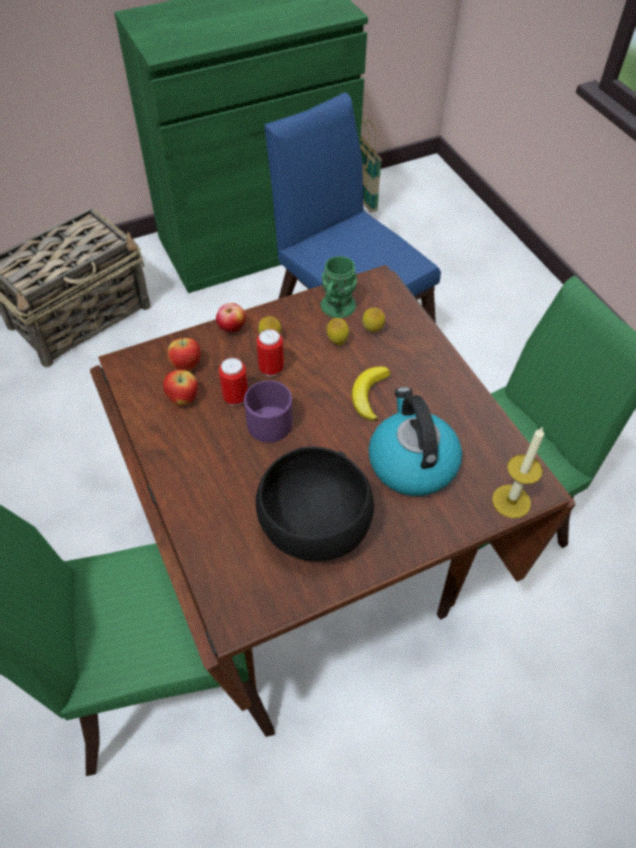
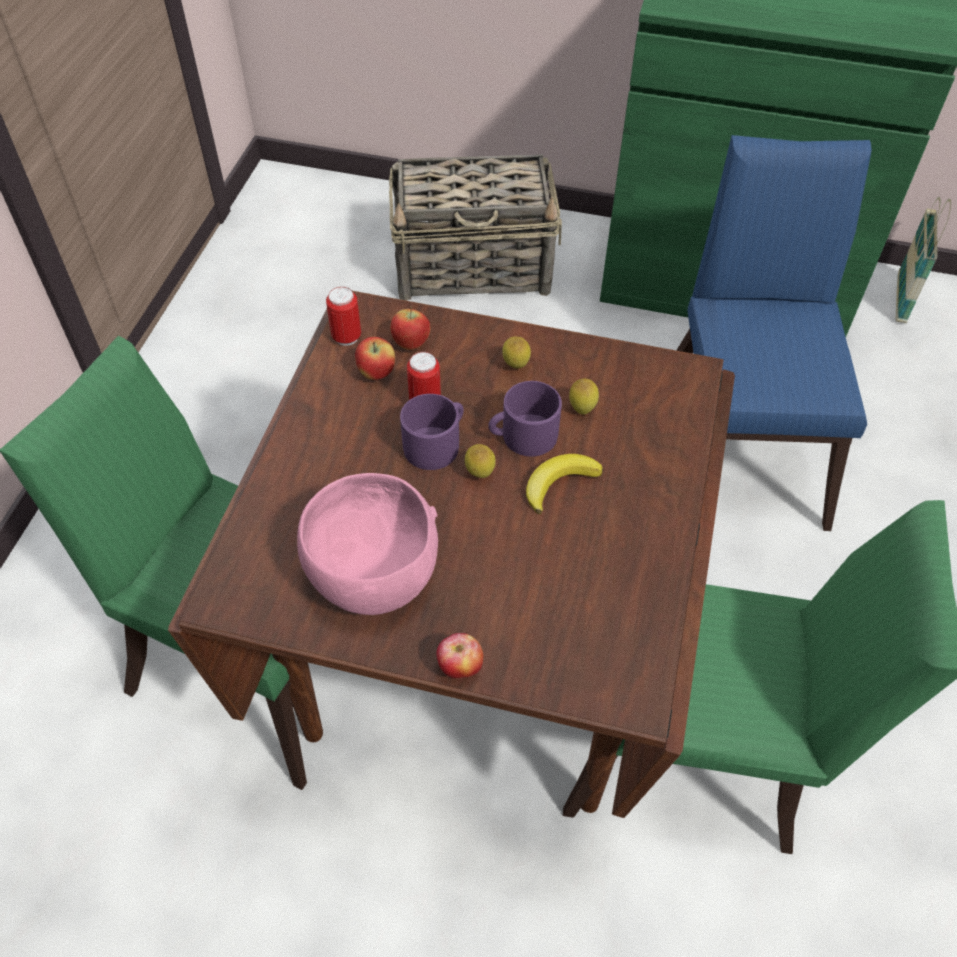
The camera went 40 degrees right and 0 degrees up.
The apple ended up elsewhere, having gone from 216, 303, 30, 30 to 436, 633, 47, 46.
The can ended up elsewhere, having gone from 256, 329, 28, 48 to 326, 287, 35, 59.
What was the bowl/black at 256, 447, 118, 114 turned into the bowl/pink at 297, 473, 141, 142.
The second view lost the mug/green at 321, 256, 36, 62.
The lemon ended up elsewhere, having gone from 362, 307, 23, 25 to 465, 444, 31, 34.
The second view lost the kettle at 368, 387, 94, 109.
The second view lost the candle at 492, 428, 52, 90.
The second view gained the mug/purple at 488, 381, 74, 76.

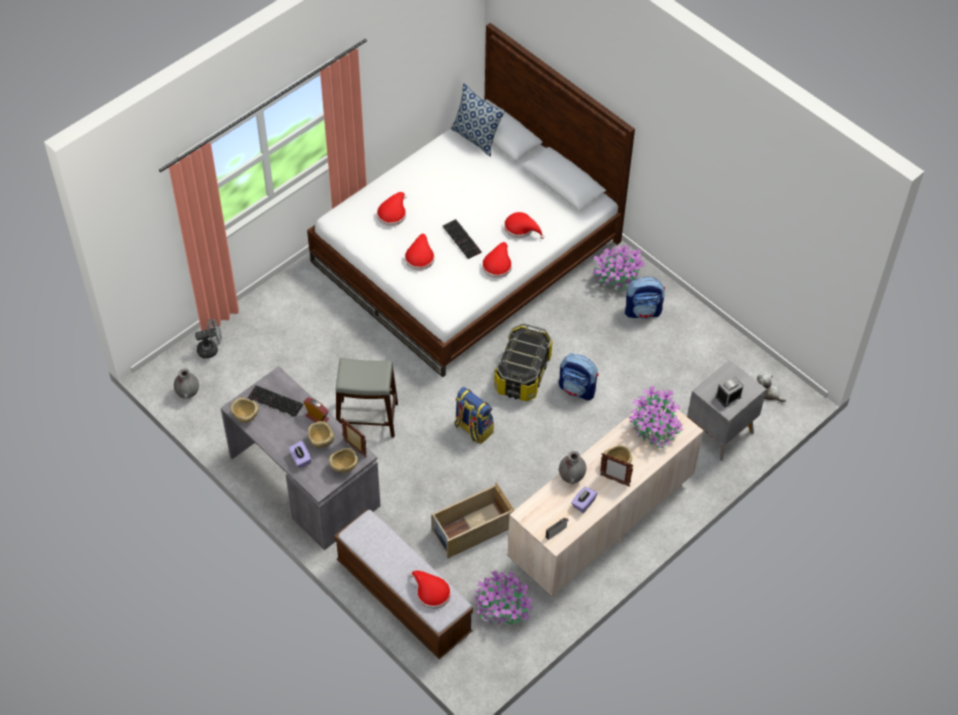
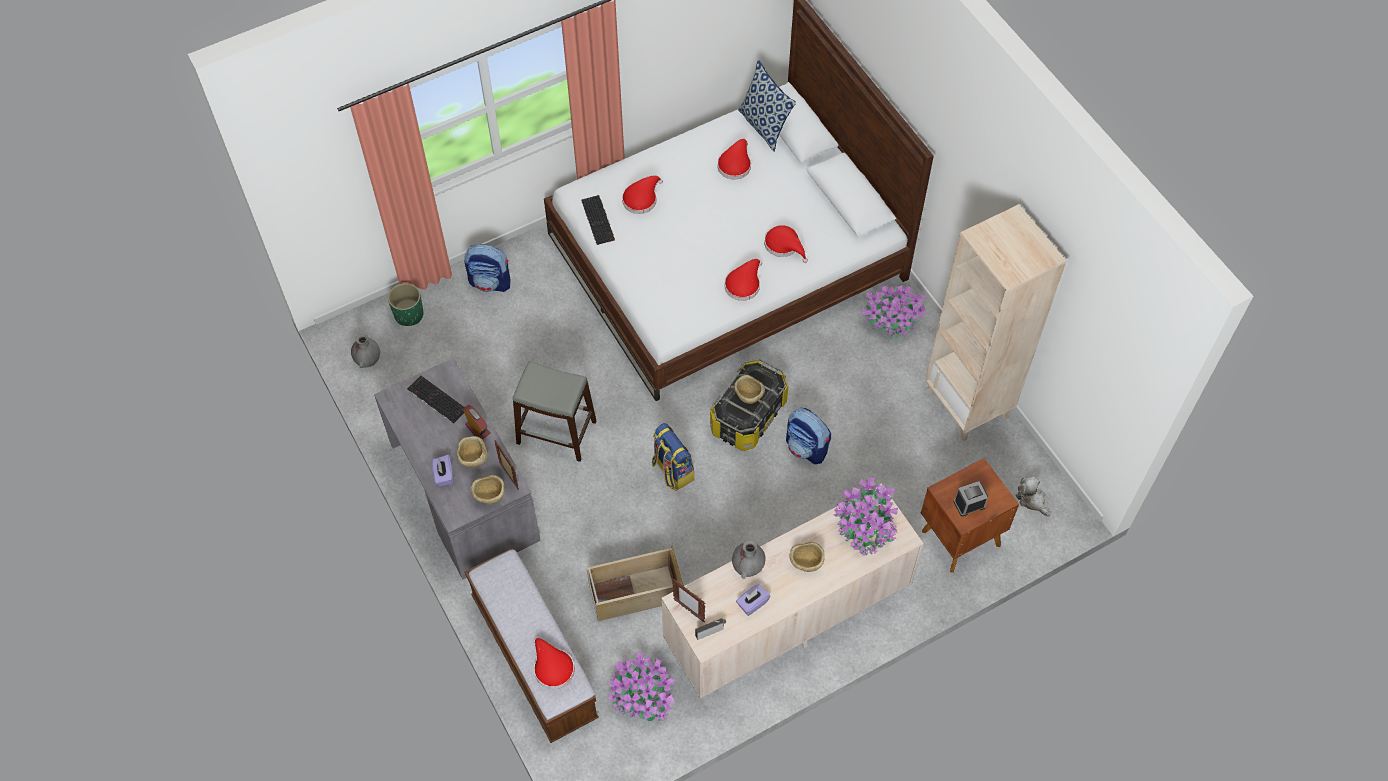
The camera went 15 degrees right and 5 degrees up.
Where the fan/grey stood at 195, 319, 27, 40, the planter/green came to stand at 388, 283, 36, 43.
The bowl/beige ended up elsewhere, having gone from 231, 398, 28, 24 to 734, 375, 31, 29.
The hat/red ended up elsewhere, having gone from 405, 234, 29, 36 to 717, 139, 34, 41.
The keyboard ended up elsewhere, having gone from 442, 219, 40, 40 to 581, 195, 34, 50.
The picture frame ended up elsewhere, having gone from 600, 453, 34, 33 to 672, 579, 33, 43.
The backpack ended up elsewhere, having gone from 625, 277, 40, 42 to 464, 244, 46, 48.
What was the nightstand/grey at 687, 360, 80, 101 turned into the nightstand/brown at 921, 458, 98, 115.
The second view gained the bookcase/beige at 925, 204, 141, 237.

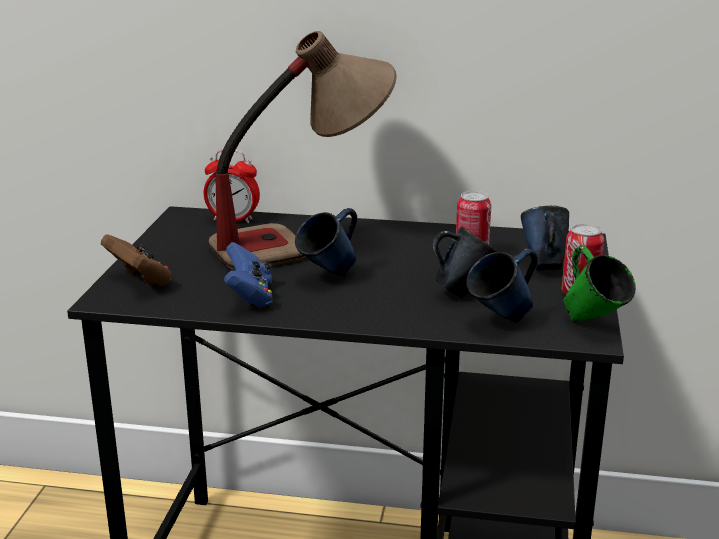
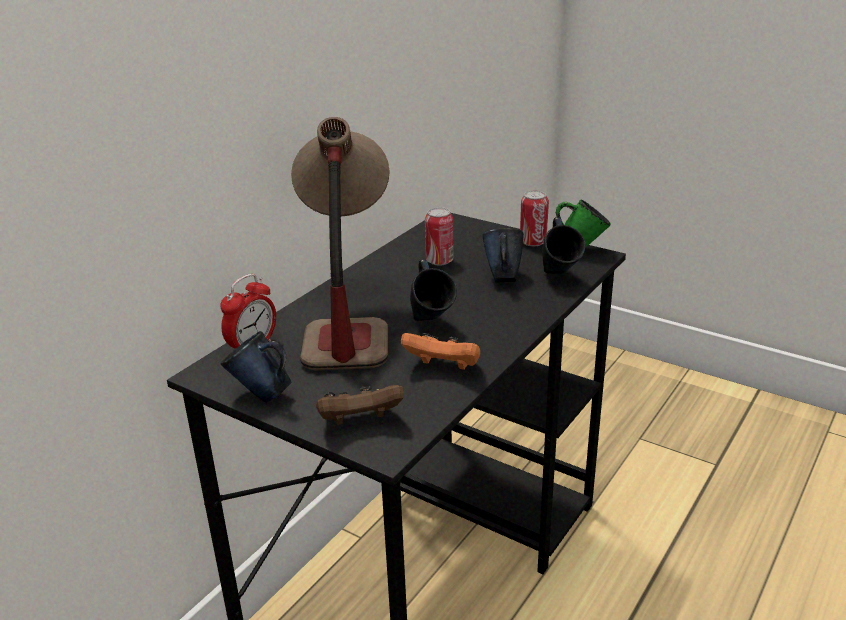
The camera went 65 degrees left and 5 degrees up.
What was the game controller/blue at 224, 242, 49, 65 turned into the game controller/orange at 401, 333, 79, 37.
The mug/blue ended up elsewhere, having gone from 521, 206, 48, 64 to 221, 331, 71, 72.

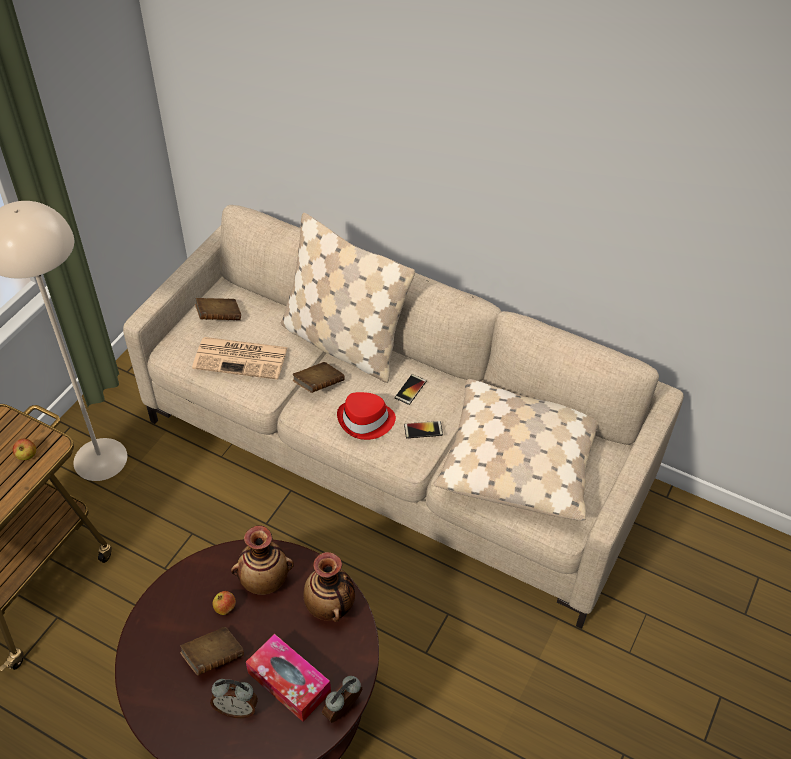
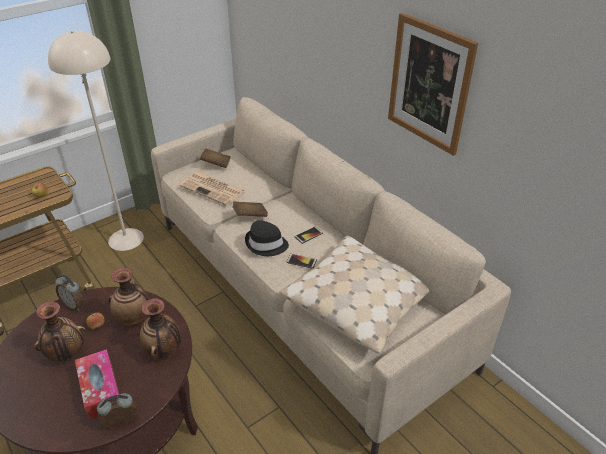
The camera went 25 degrees right and 10 degrees down.
Where the book/brown stood at 180, 627, 64, 48, the vase came to stand at 34, 301, 52, 61.
The alarm clock ended up elsewhere, having gone from 210, 679, 48, 39 to 55, 275, 29, 36.
The second view lost the pillow/beige at 281, 213, 134, 170.
What was the hat/red at 337, 392, 59, 48 turned into the hat/black at 245, 220, 44, 36.
The second view gained the picture at 388, 13, 90, 143.

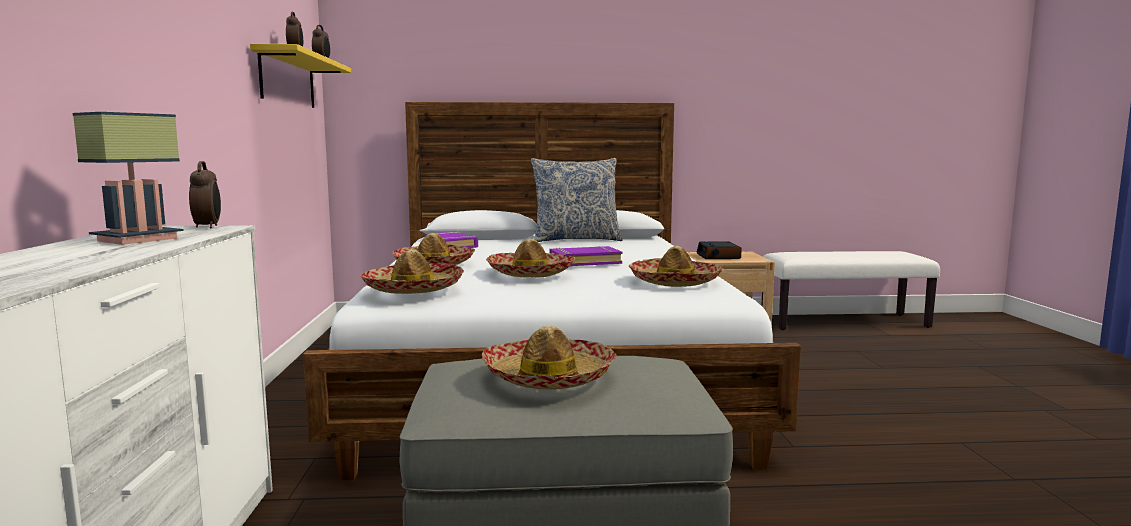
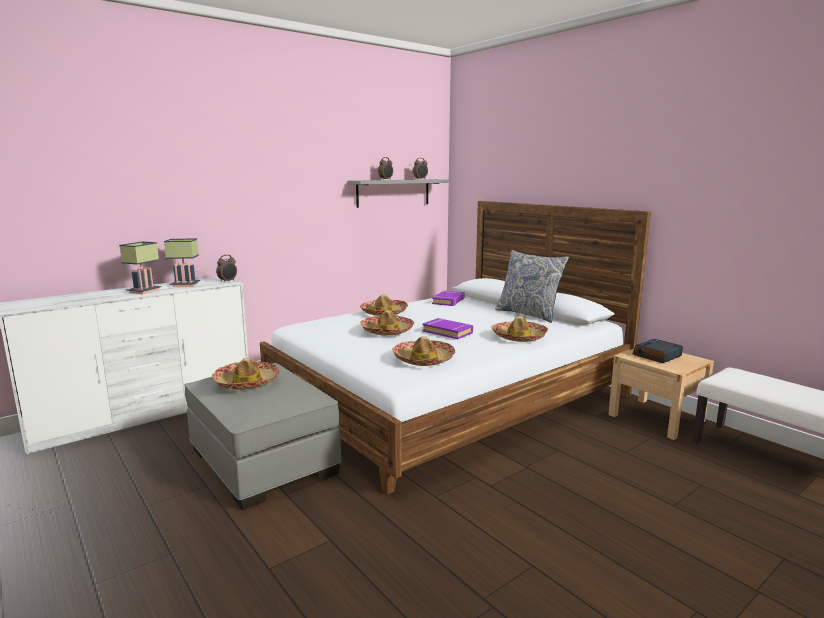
The camera went 55 degrees right and 5 degrees up.
What was the shelf/yellow at 250, 44, 101, 64 turned into the shelf/grey at 347, 179, 102, 29.
The hat ended up elsewhere, having gone from 360, 250, 104, 44 to 491, 316, 57, 26.
The second view gained the table lamp at 119, 242, 43, 52.

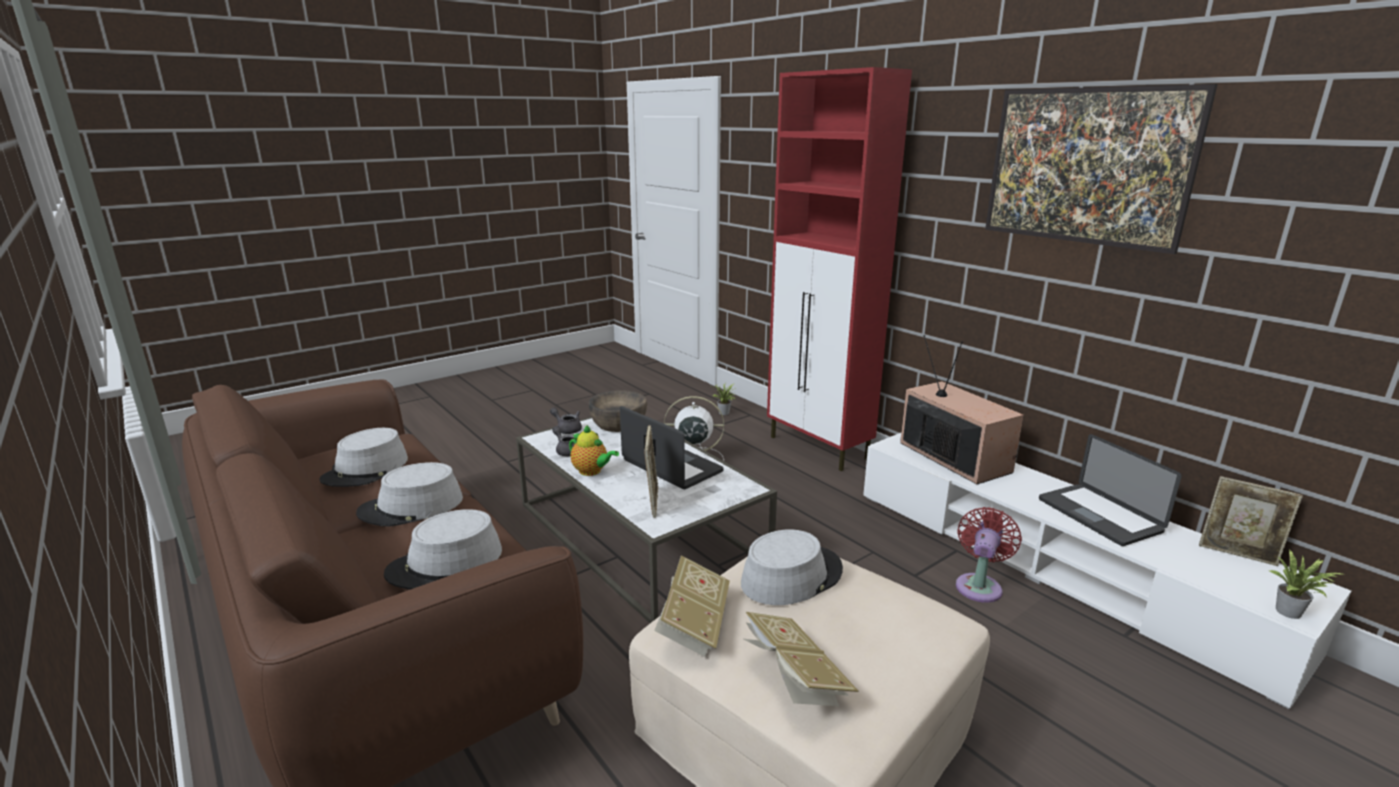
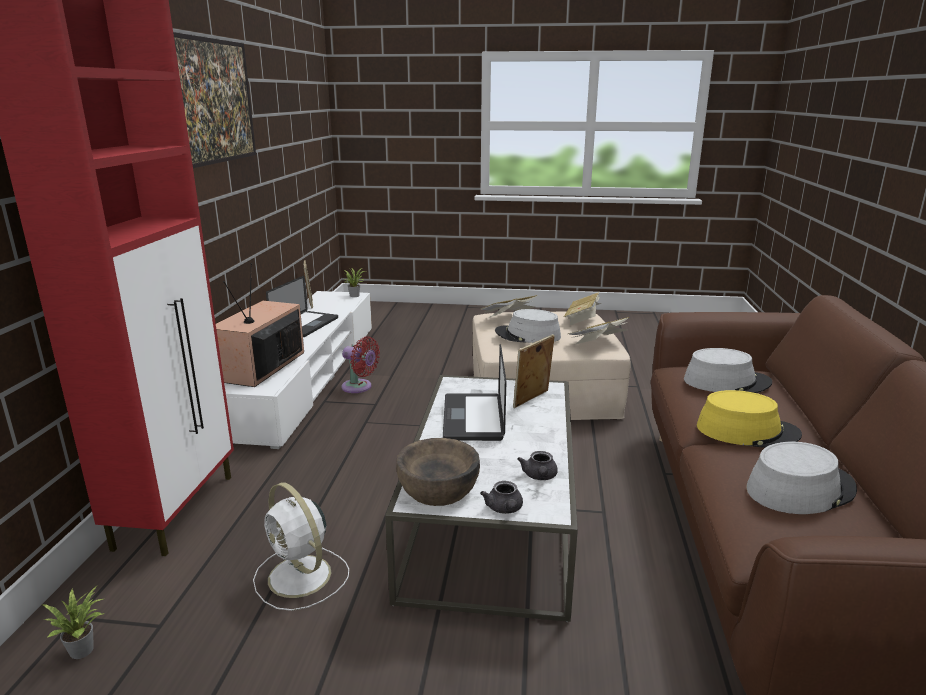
The camera went 135 degrees left and 0 degrees up.
What was the hat/grey at 356, 462, 107, 65 turned into the hat/yellow at 697, 390, 105, 58.
The second view lost the teapot at 569, 425, 50, 51.
The fan/red at 956, 507, 66, 96 ended up facing another way, 135 degrees counterclockwise from before.
The second view gained the book at 481, 295, 56, 23.

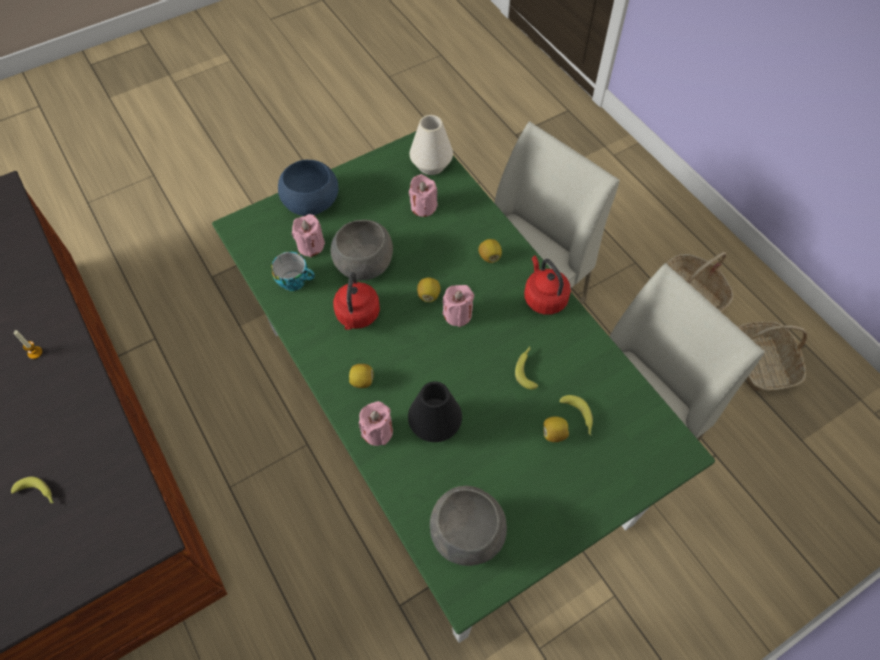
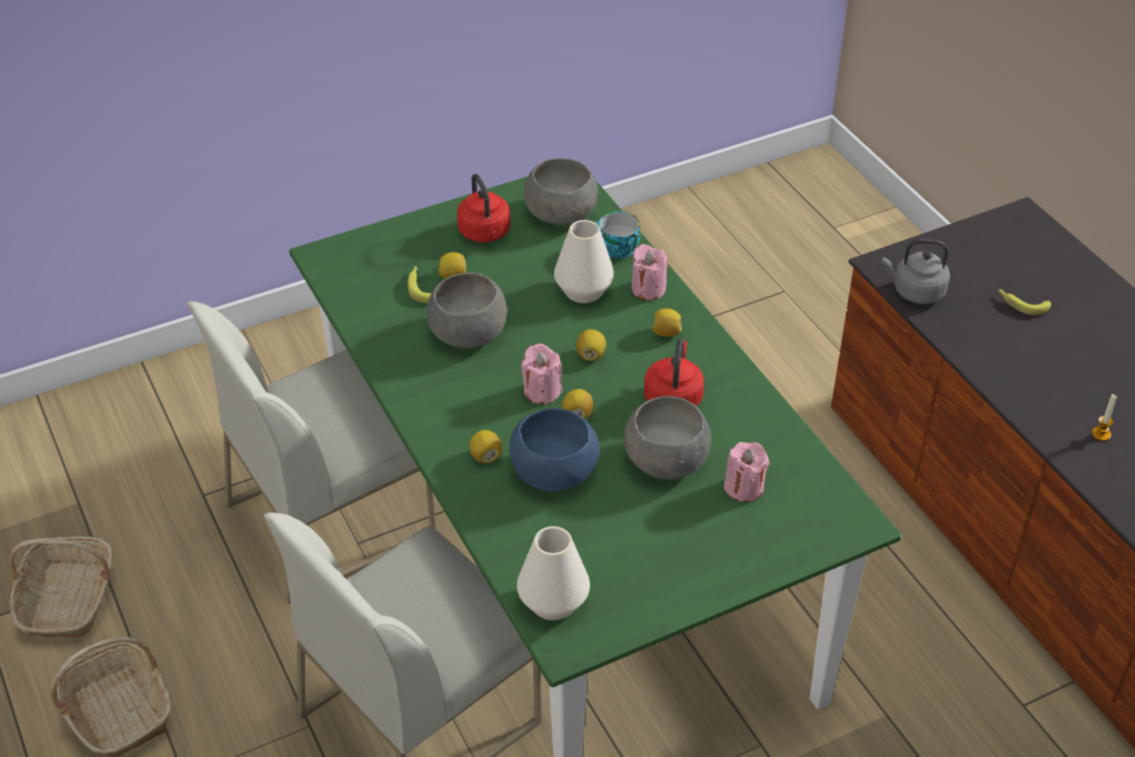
The camera went 175 degrees left and 15 degrees down.
The cup ended up elsewhere, having gone from 271, 252, 44, 39 to 595, 211, 46, 48.
The bowl/blue ended up elsewhere, having gone from 278, 160, 61, 56 to 509, 408, 91, 84.
What was the vase/black at 408, 381, 54, 61 turned into the vase/white at 554, 220, 60, 83.
The second view lost the candle/pink at 409, 174, 29, 43.
Where the banana stood at 515, 346, 23, 44, the bowl/grey came to stand at 426, 273, 81, 75.
The kettle/red ended up elsewhere, having gone from 524, 255, 47, 60 to 457, 174, 54, 69.
The second view gained the lemon at 576, 329, 30, 32.
The second view gained the kettle/grey at 882, 239, 68, 65.

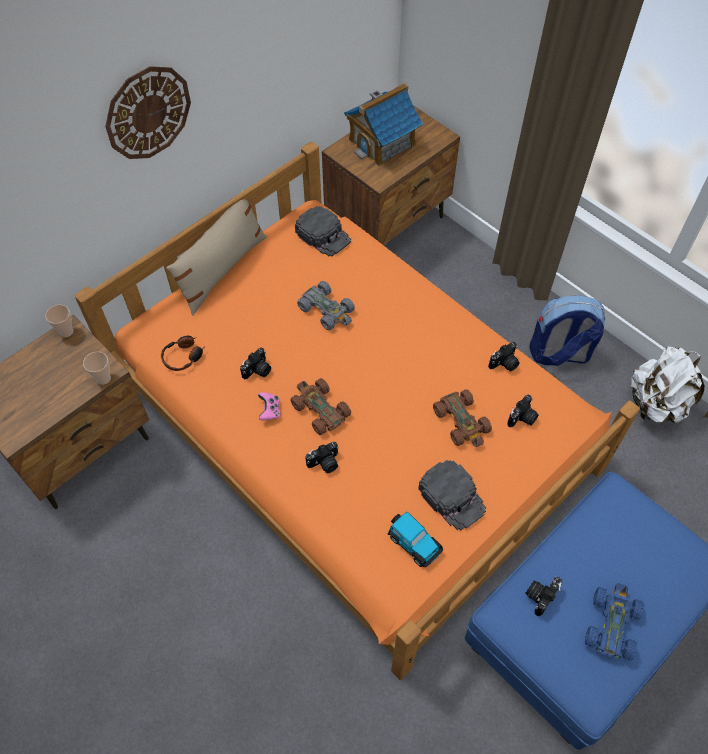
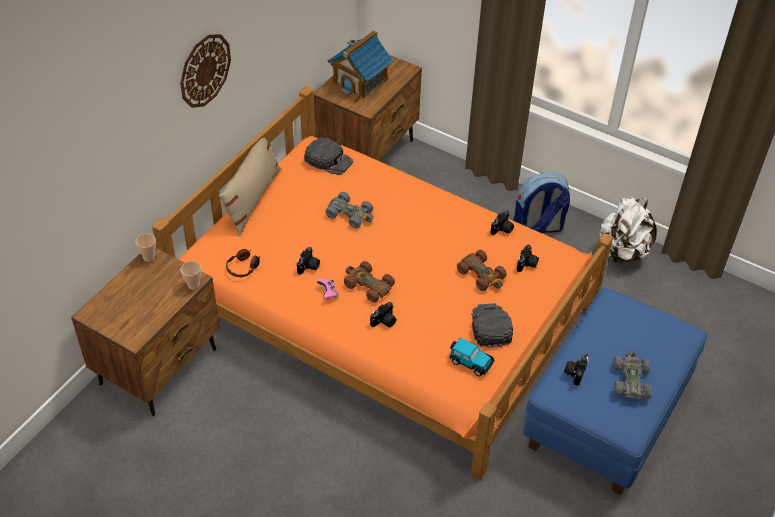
The camera went 15 degrees left and 10 degrees down.
The cap/black at 418, 460, 68, 71 ended up facing another way, 135 degrees counterclockwise from before.
What was the toy car/blue at 585, 583, 59, 78 turned into the toy car/grey at 613, 351, 39, 48.

